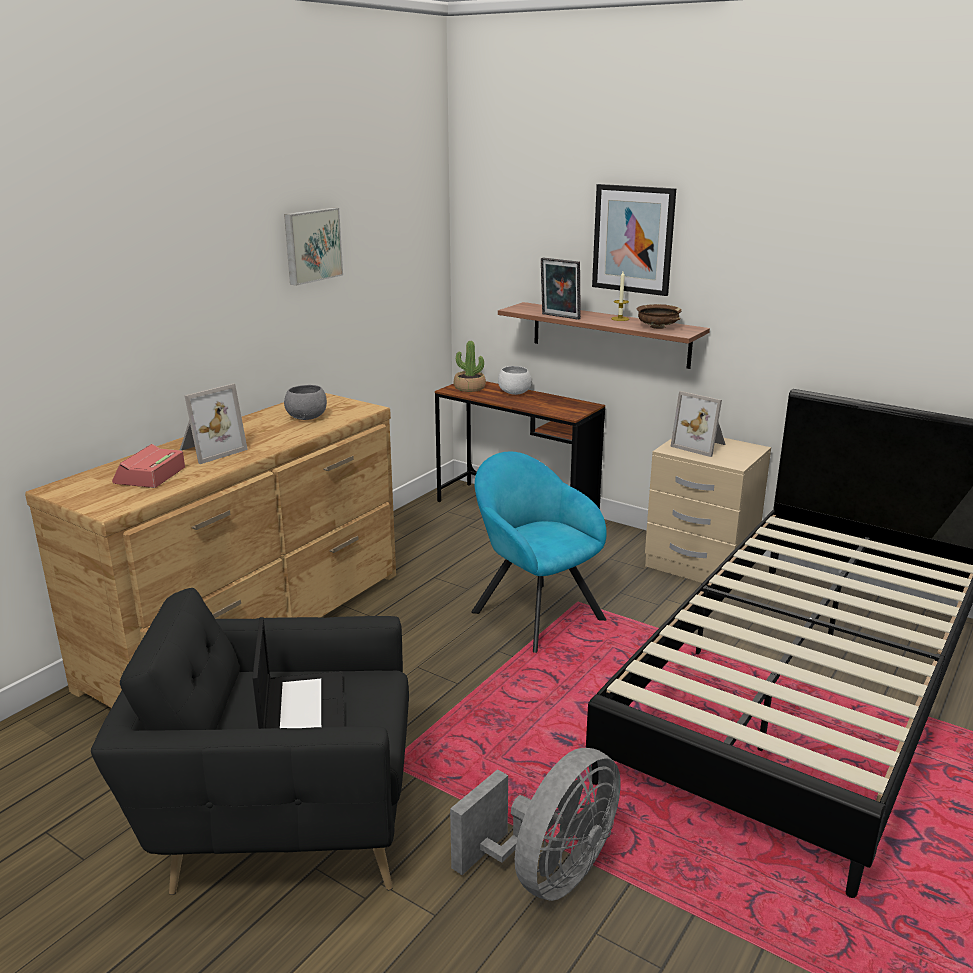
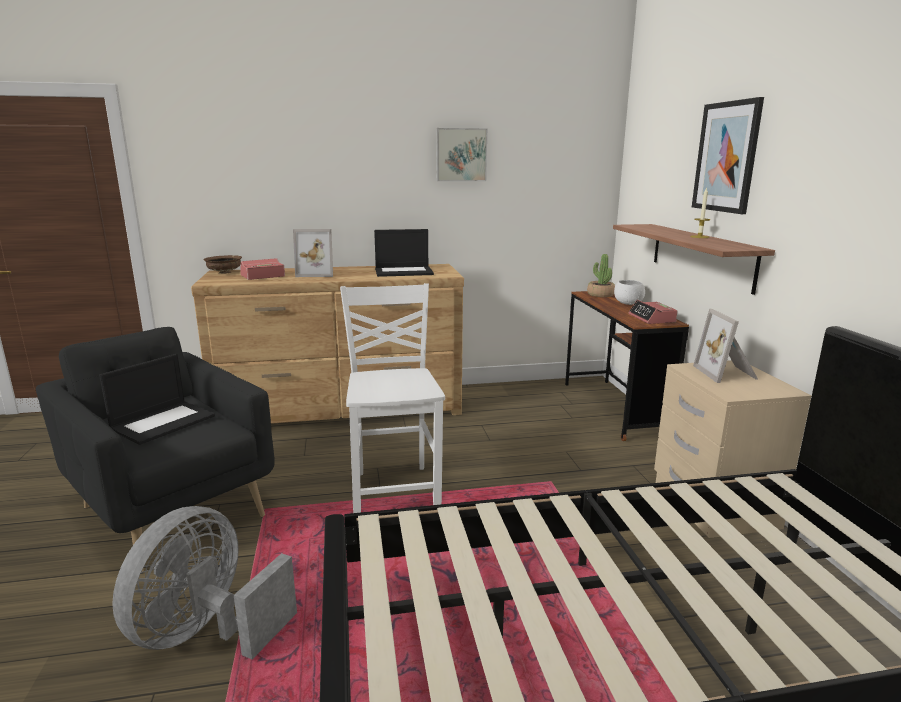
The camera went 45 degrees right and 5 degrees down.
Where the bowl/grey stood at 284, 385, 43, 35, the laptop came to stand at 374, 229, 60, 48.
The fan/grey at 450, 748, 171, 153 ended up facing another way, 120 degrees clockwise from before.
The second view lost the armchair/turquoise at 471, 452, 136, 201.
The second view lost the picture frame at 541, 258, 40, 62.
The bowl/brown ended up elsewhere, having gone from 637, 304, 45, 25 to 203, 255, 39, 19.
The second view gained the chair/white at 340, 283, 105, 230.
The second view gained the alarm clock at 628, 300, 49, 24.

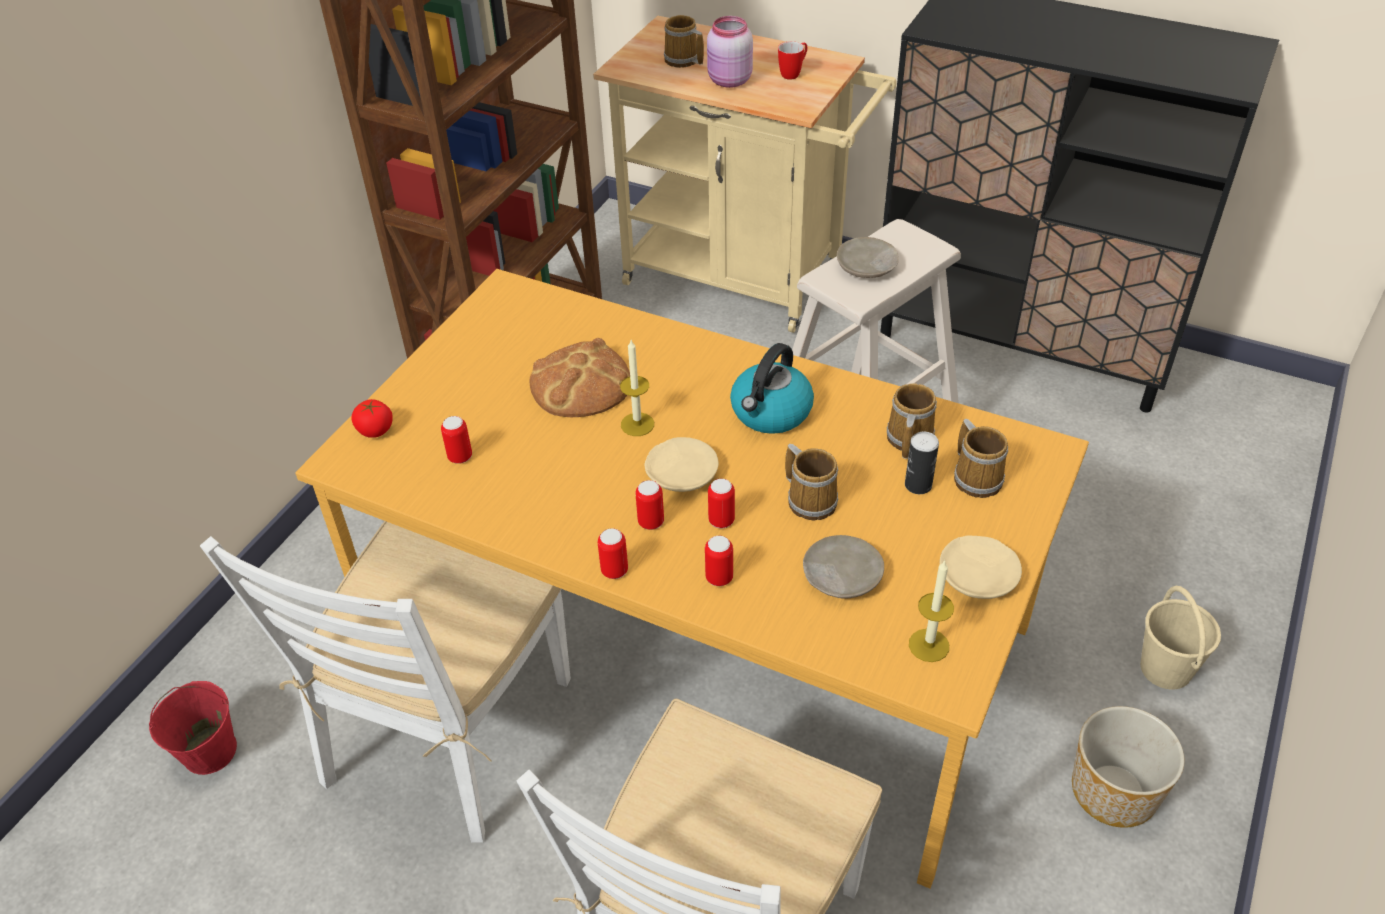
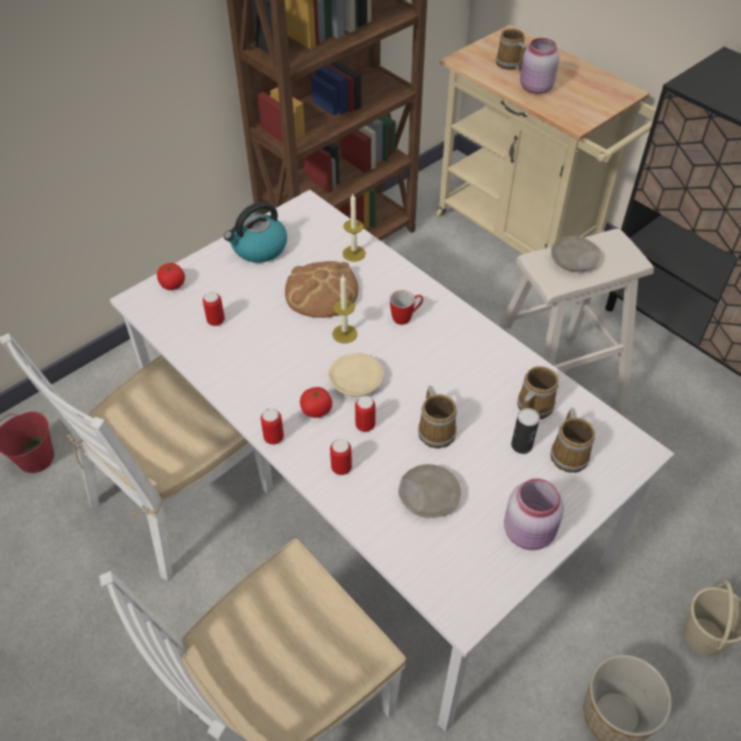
The camera went 20 degrees right and 5 degrees up.
What was the dining table/orange at 295, 269, 794, 620 turned into the dining table/white at 110, 190, 564, 543.
Where the can stood at 635, 480, 29, 50, the tomato came to stand at 300, 387, 32, 31.
The kettle ended up elsewhere, having gone from 730, 343, 84, 91 to 224, 202, 63, 61.
The mug ended up elsewhere, having gone from 778, 41, 29, 39 to 390, 290, 33, 35.
The candle ended up elsewhere, having gone from 909, 560, 45, 102 to 343, 194, 23, 68.
Where the plate/beige stood at 940, 535, 82, 64, the jar/pink came to stand at 504, 478, 60, 72.

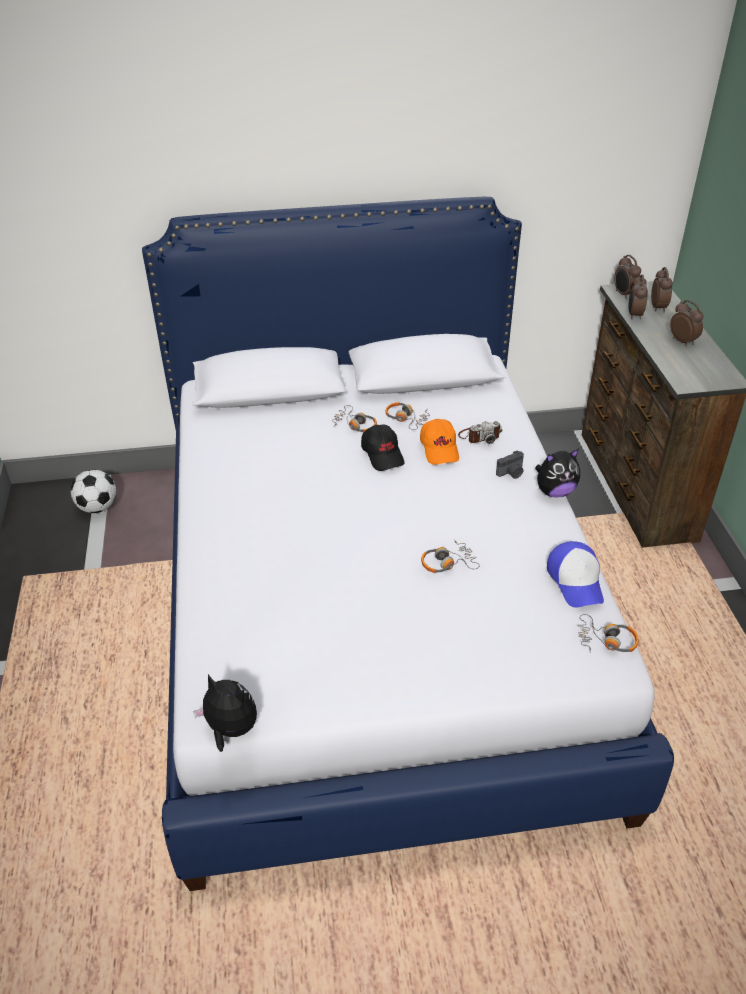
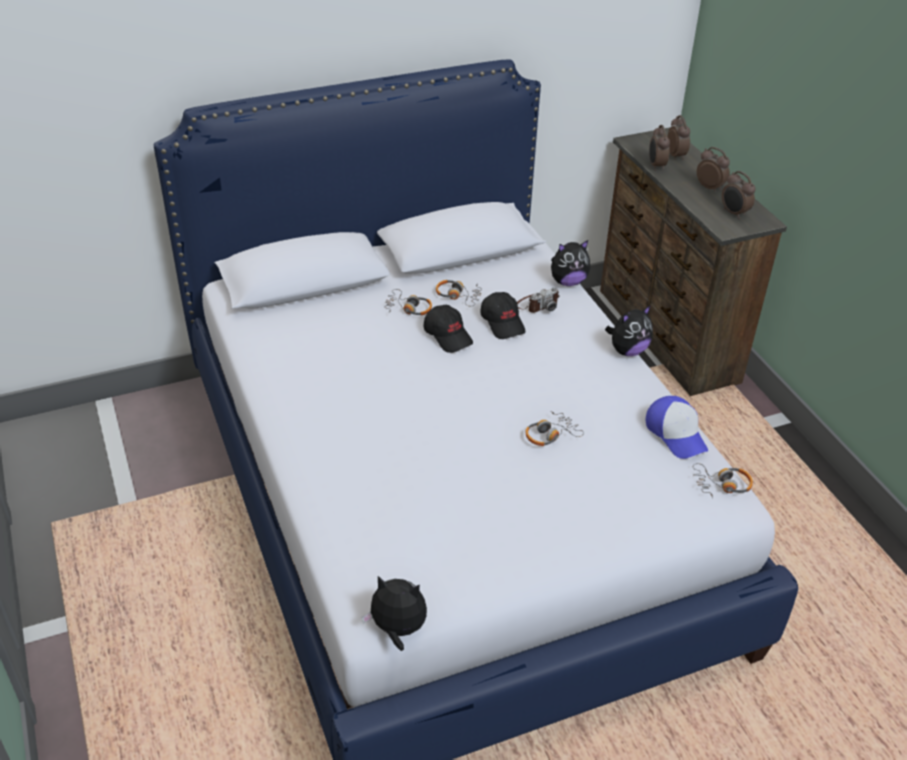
The camera went 15 degrees left and 0 degrees up.
The second view lost the football at 71, 470, 45, 43.
What was the cap/orange at 420, 419, 39, 46 turned into the cap/black at 480, 292, 45, 47.
The second view lost the photo camera at 496, 451, 28, 28.
The alarm clock ended up elsewhere, having gone from 614, 255, 27, 44 to 722, 171, 34, 48.
The second view gained the plush toy at 551, 240, 39, 46.

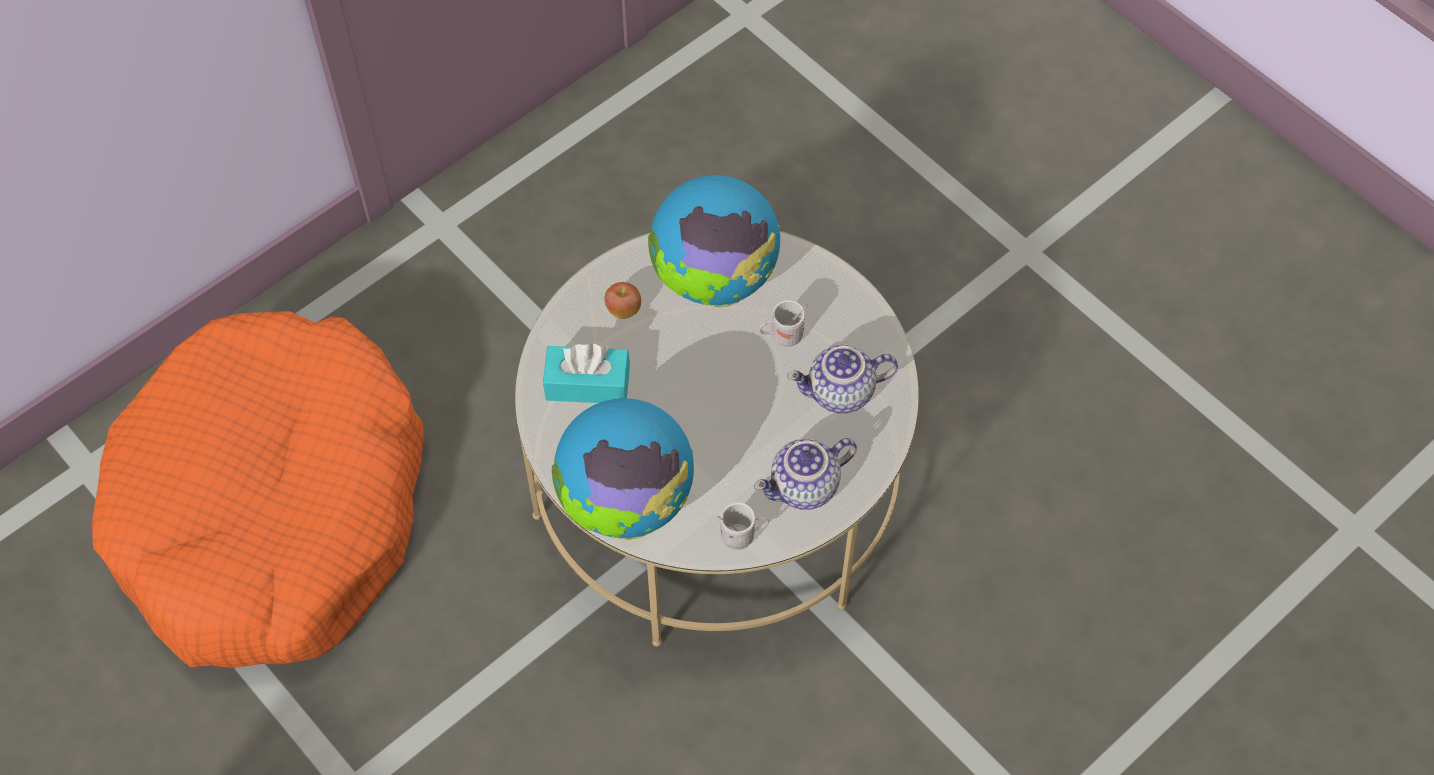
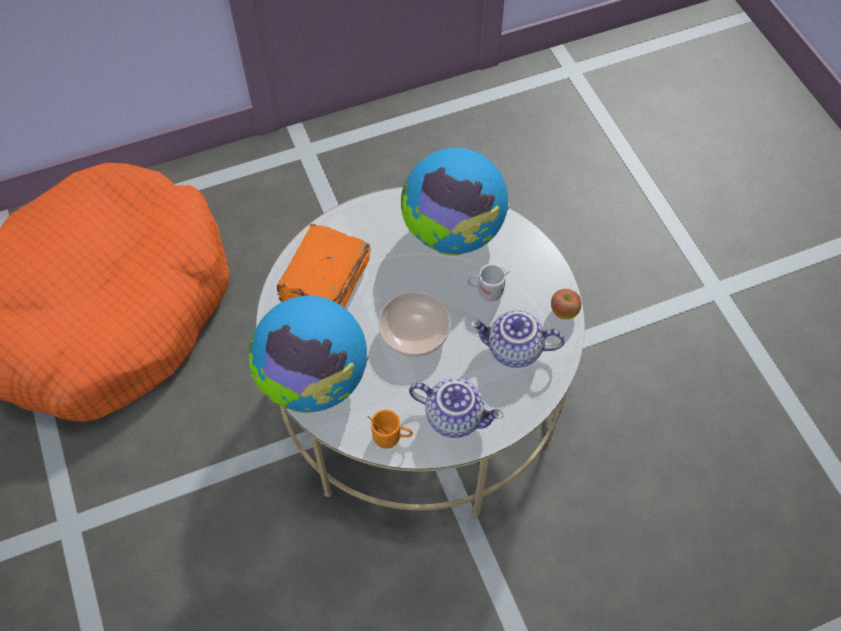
The camera went 20 degrees right and 0 degrees up.
Where the tissue box/turquoise stood at 543, 343, 87, 60, the book/orange came to stand at 277, 224, 94, 84.
The apple ended up elsewhere, having gone from 605, 282, 36, 37 to 551, 289, 30, 31.
What was the mug/white at 717, 502, 52, 48 turned into the mug/orange at 367, 410, 46, 39.
The teapot at 754, 438, 103, 72 ended up facing another way, 150 degrees counterclockwise from before.
The second view gained the bowl at 379, 292, 72, 66.

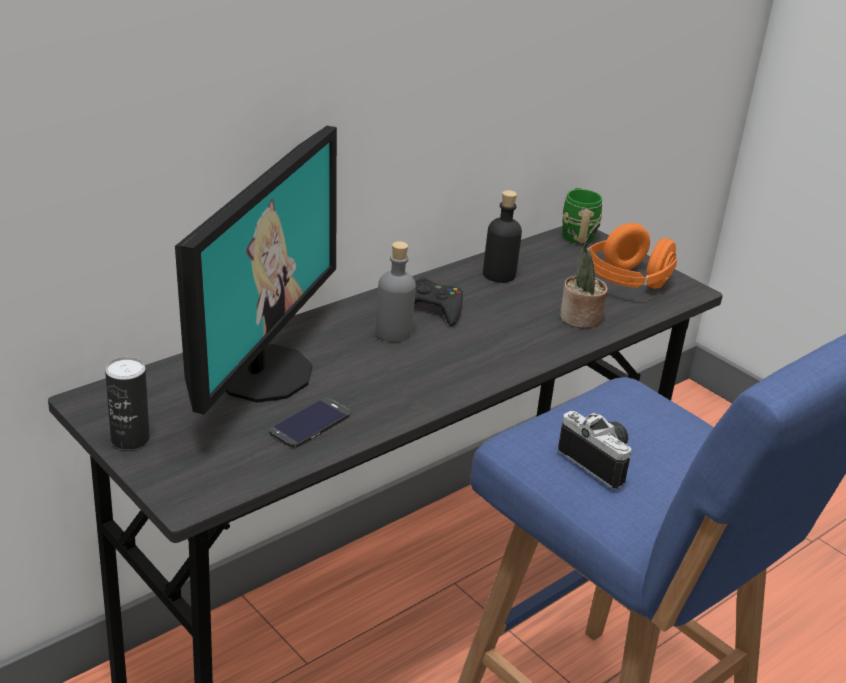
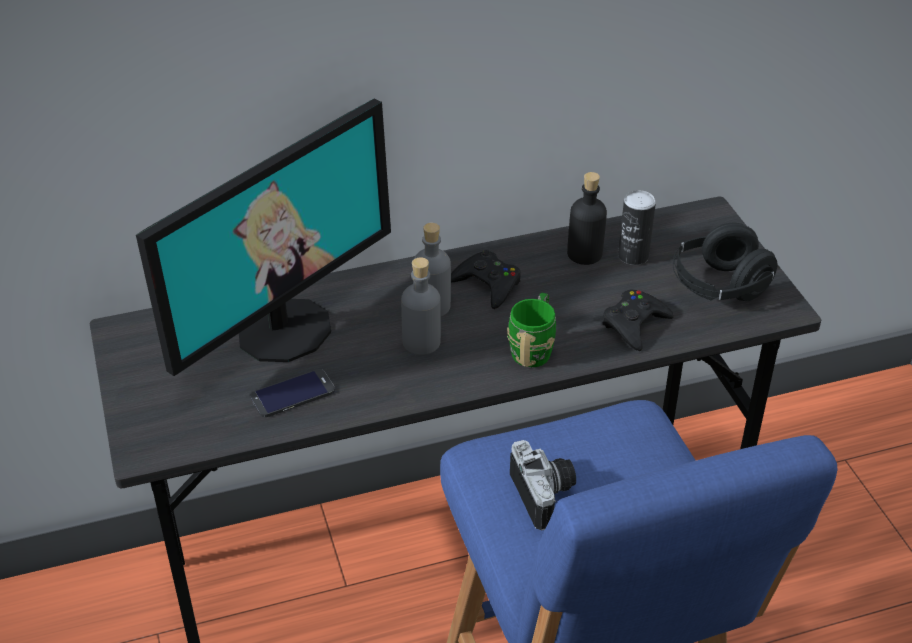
The camera went 25 degrees right and 10 degrees up.
The can ended up elsewhere, having gone from 105, 357, 45, 93 to 618, 190, 38, 75.
Where the potted plant stood at 560, 222, 48, 106, the game controller/black came to stand at 602, 289, 72, 62.
The mug/green ended up elsewhere, having gone from 563, 188, 39, 56 to 507, 293, 49, 75.
What was the headphones/orange at 589, 223, 88, 66 turned into the headphones/black at 673, 223, 104, 78.
The second view gained the bottle/grey at 401, 257, 40, 98.

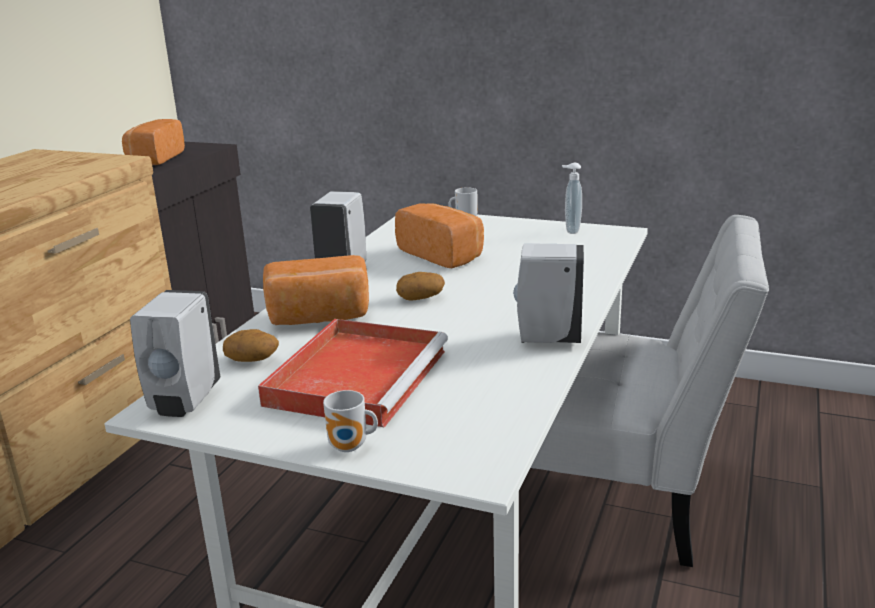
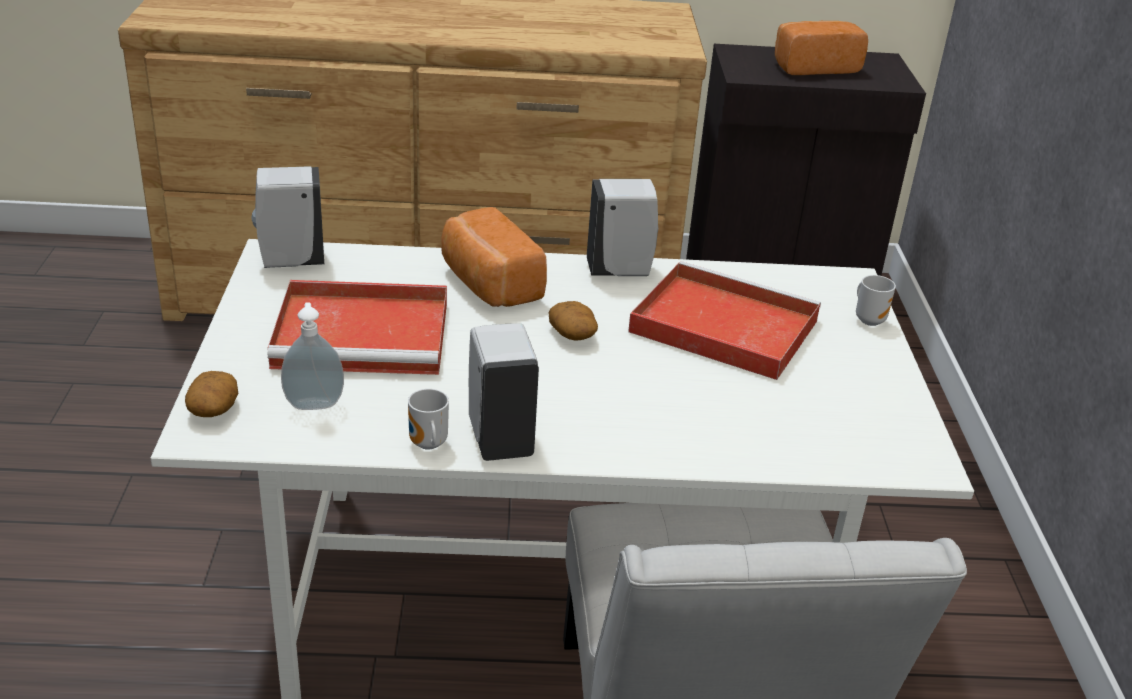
The camera went 65 degrees right and 10 degrees up.
The potato ended up elsewhere, having gone from 223, 329, 56, 33 to 185, 371, 53, 46.
The mug ended up elsewhere, having gone from 323, 390, 55, 62 to 408, 389, 41, 61.
Where the bread stood at 395, 203, 89, 65, the tray/red came to stand at 628, 261, 193, 119.
The soap dispenser ended up elsewhere, having gone from 562, 163, 20, 71 to 281, 302, 63, 108.

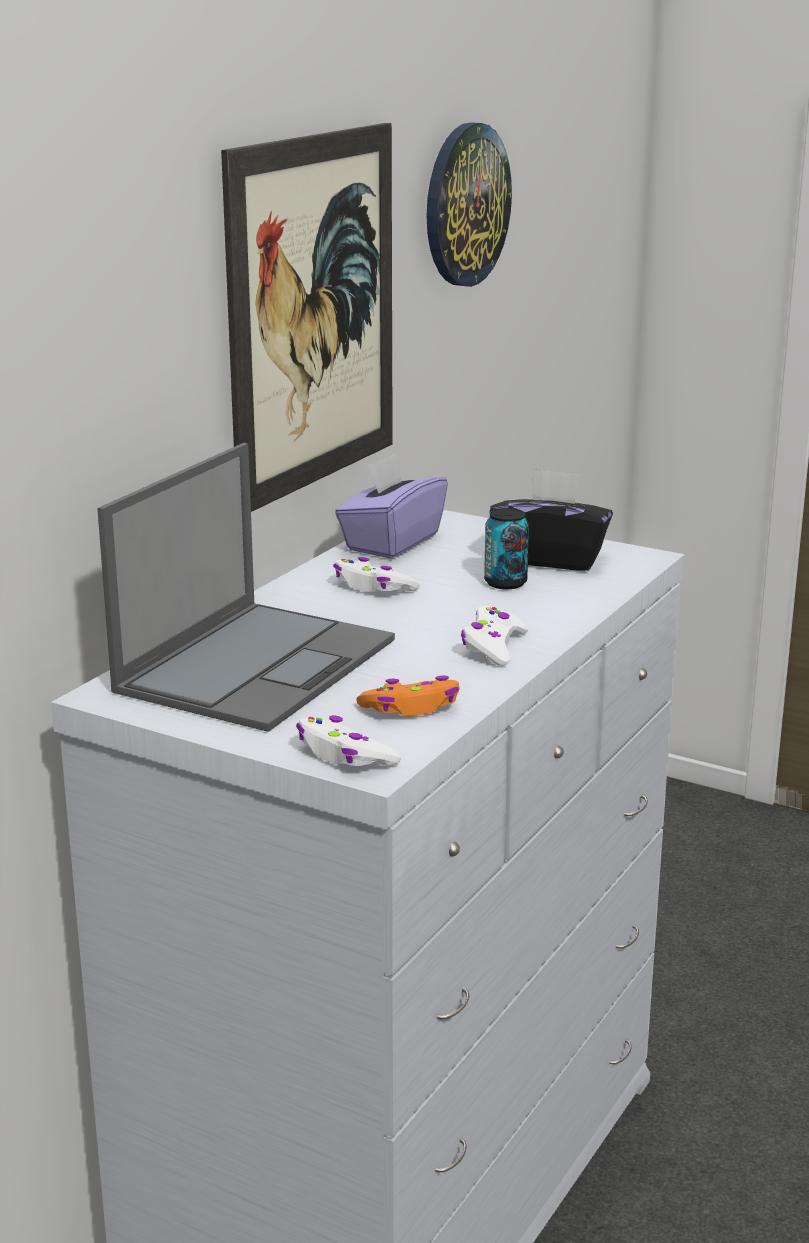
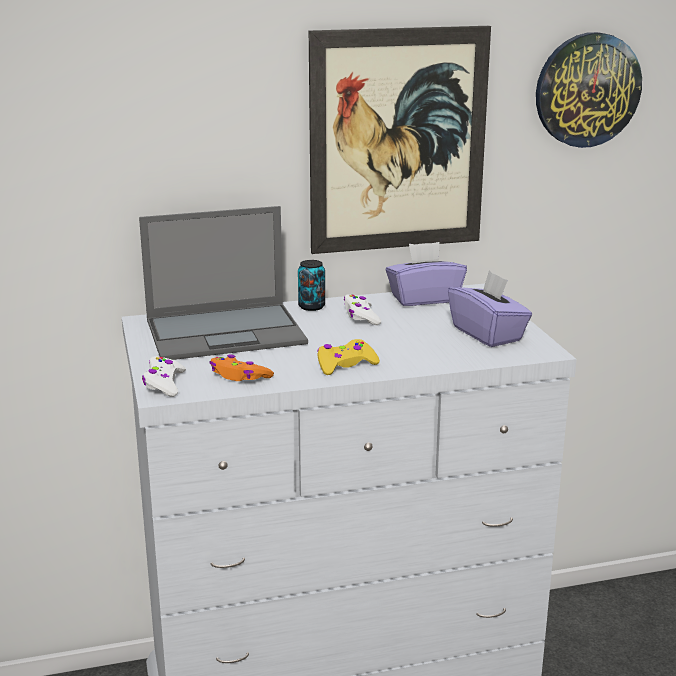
The camera went 45 degrees right and 0 degrees up.
What was the game controller/white at 461, 605, 67, 61 turned into the game controller/yellow at 317, 339, 63, 36.
The can ended up elsewhere, having gone from 484, 508, 45, 81 to 298, 260, 27, 51.
What was the tissue box/black at 490, 469, 123, 102 turned into the tissue box/purple at 448, 270, 84, 77.

